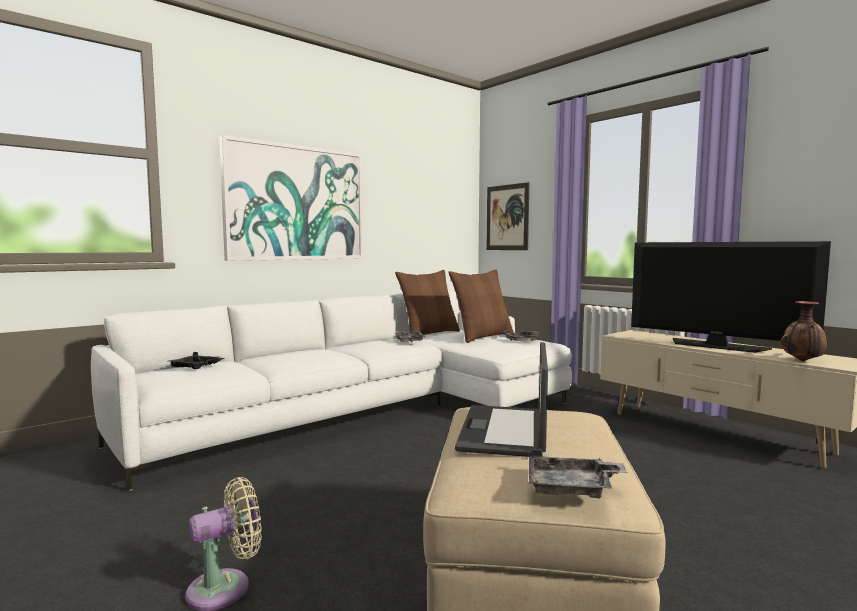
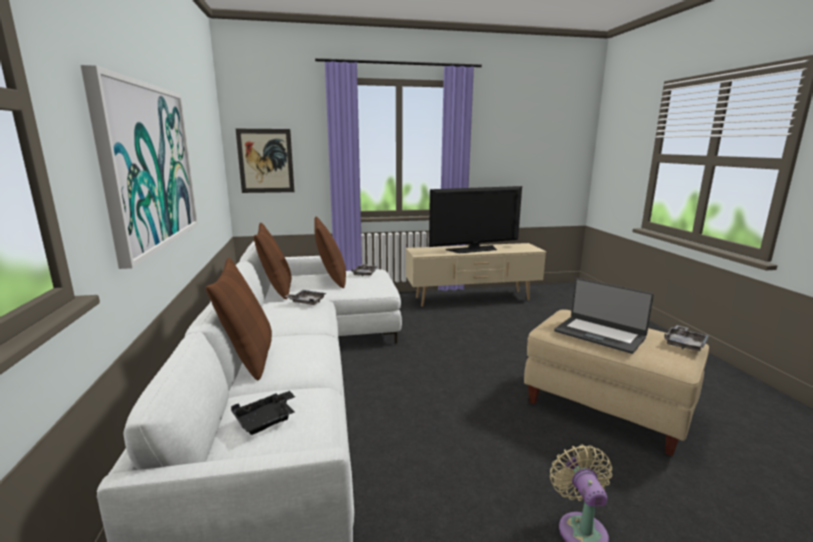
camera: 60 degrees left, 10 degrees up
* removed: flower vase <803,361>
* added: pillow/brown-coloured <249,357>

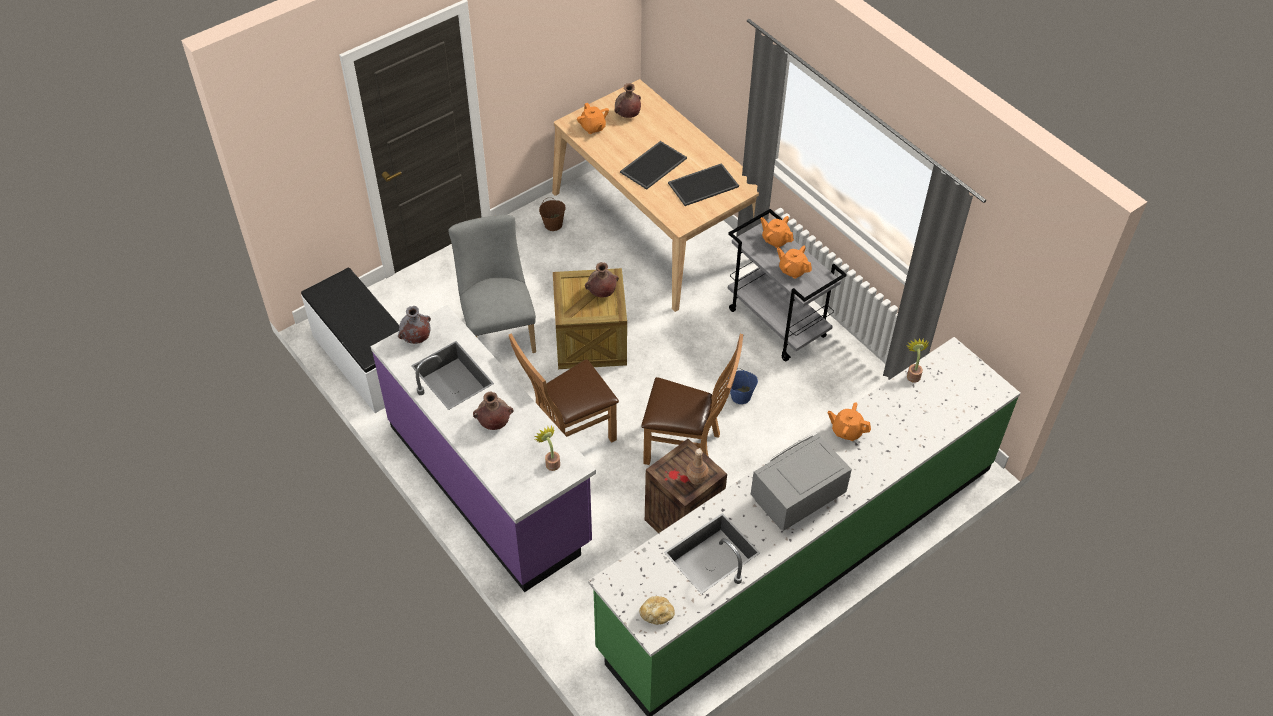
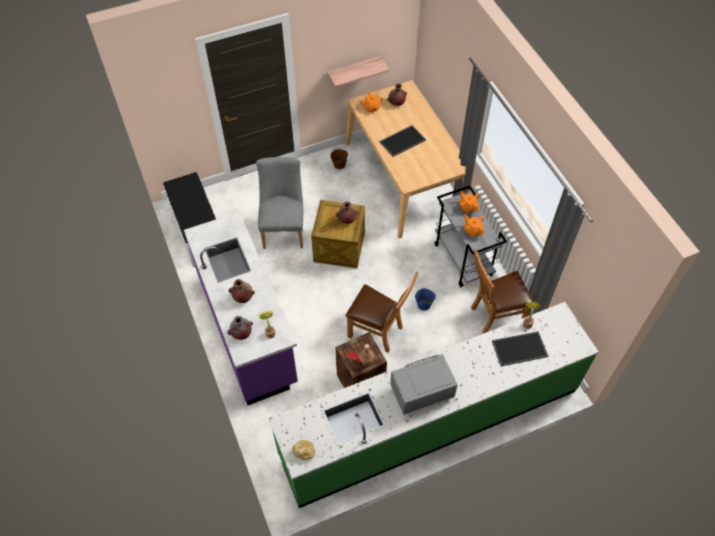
camera: 15 degrees right, 5 degrees up
* moved: carrying tray <703,184> to <520,348>
* moved: flower vase/greyish <416,338> to <241,333>
* moved: upright chair/brown-coloured <568,435> to <494,316>
* removed: teapot/orange-coloured <847,431>
* added: wall shelf <353,71>

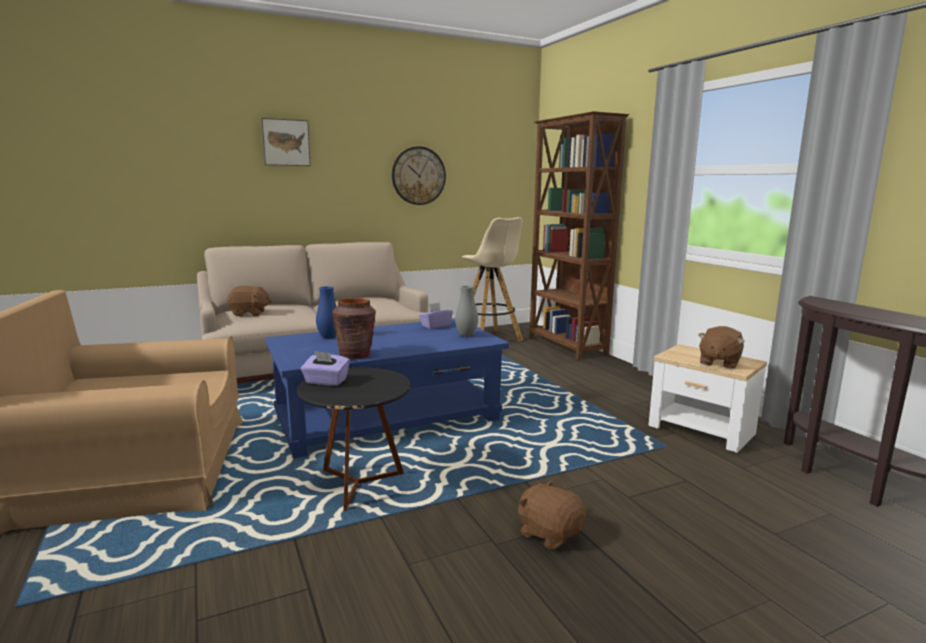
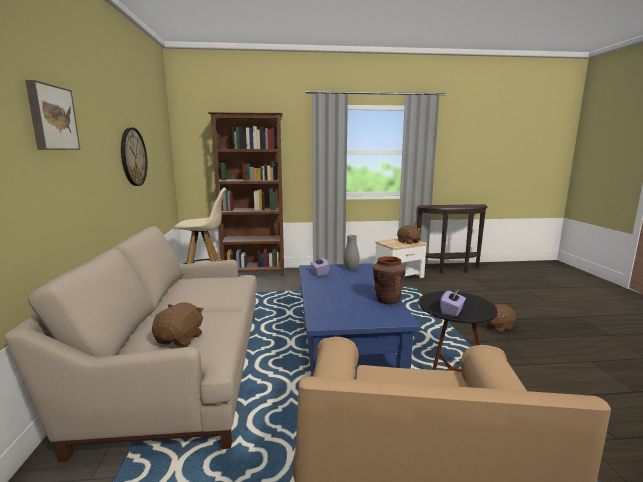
camera: 70 degrees left, 0 degrees up
* removed: flower vase/bluish <328,337>

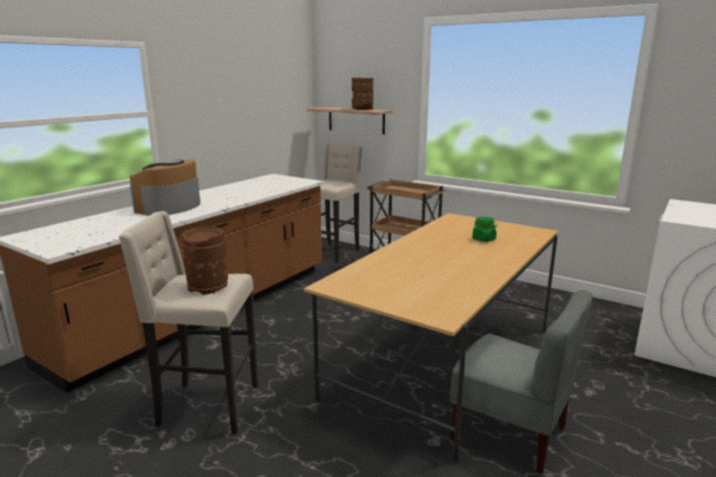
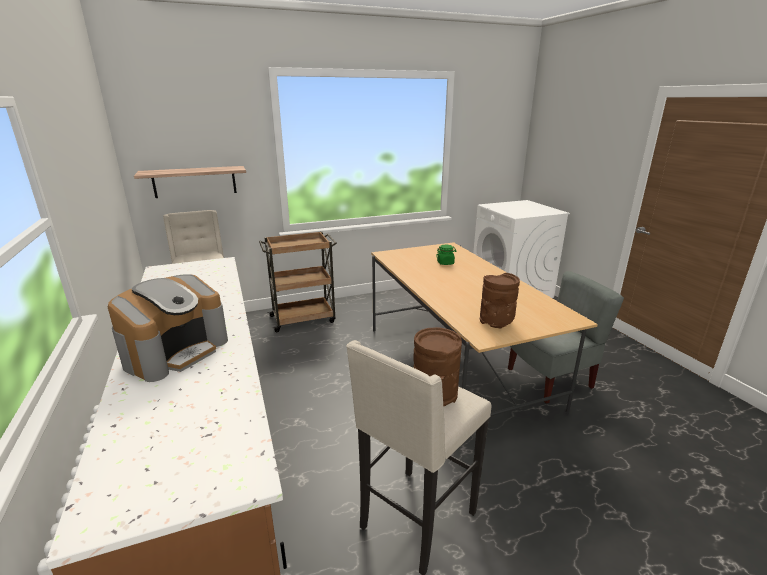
camera: 55 degrees left, 5 degrees up
* moved: flower vase/brown-coloured <362,109> to <496,322>
* turned: coffee brewer <169,207> = <176,351> 120 degrees counterclockwise

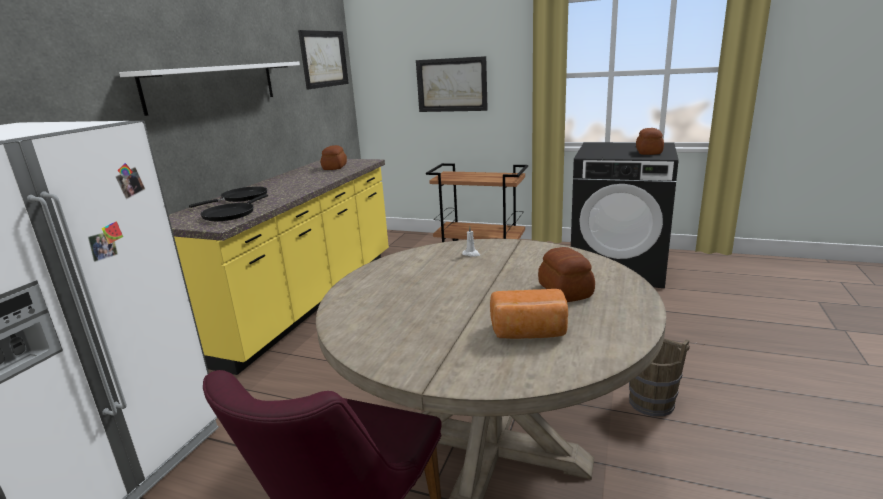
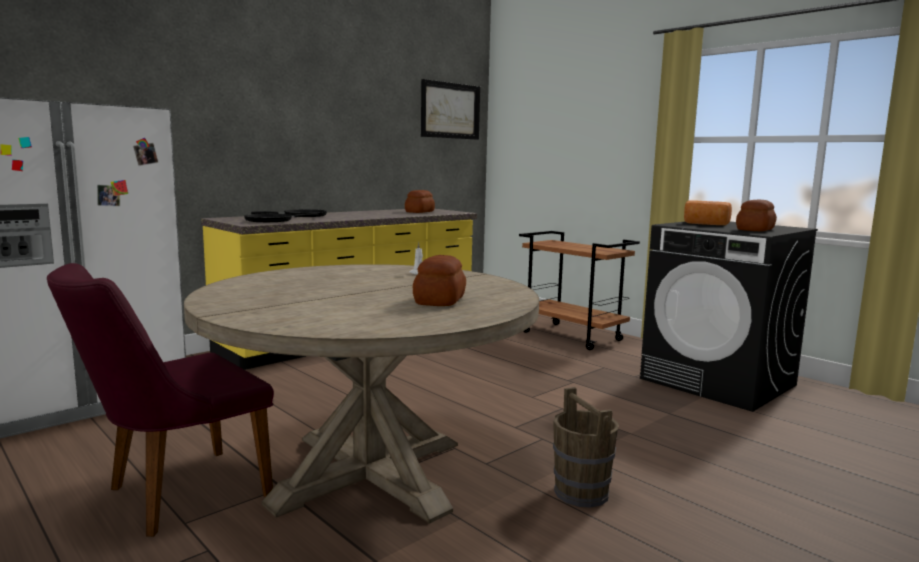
camera: 25 degrees right, 10 degrees down
* removed: wall art <451,85>
* removed: wall shelf/white-coloured <213,86>
* moved: baked bread <529,333> to <705,224>

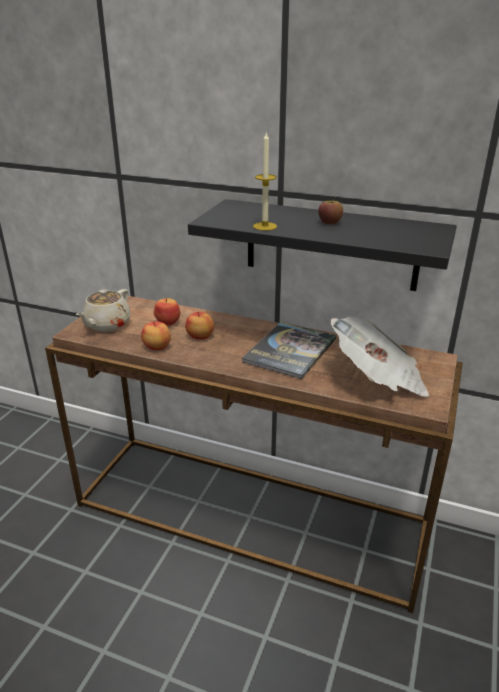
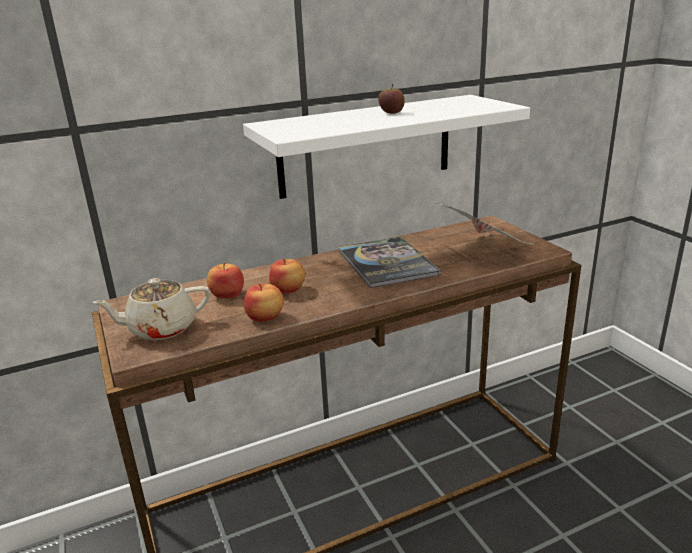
camera: 45 degrees left, 5 degrees down
* removed: wax candle <265,226>
* recoloured: wall shelf/black-coloured <330,245> to wall shelf/white-coloured <366,146>
* turned: teapot/beige <106,324> = <161,328> 90 degrees clockwise

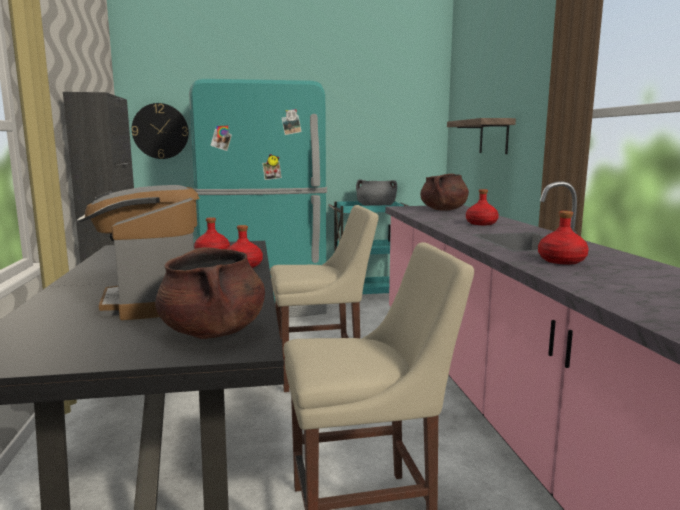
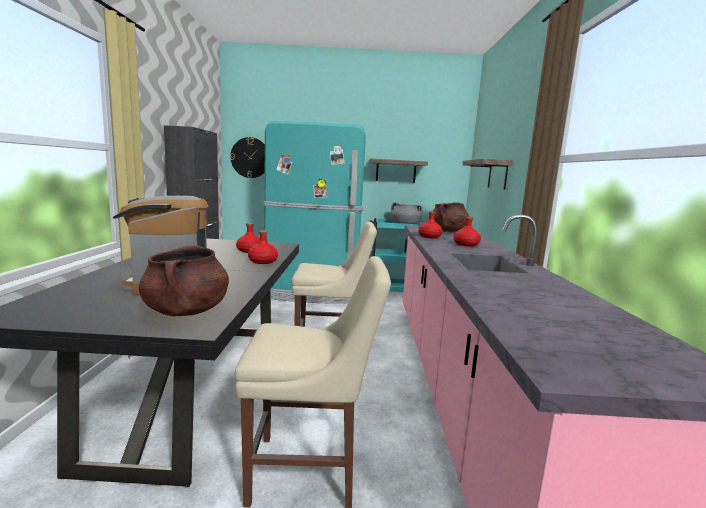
camera: 10 degrees right, 0 degrees up
* moved: beverage bottle/red <561,261> to <429,237>
* added: wall shelf <396,171>

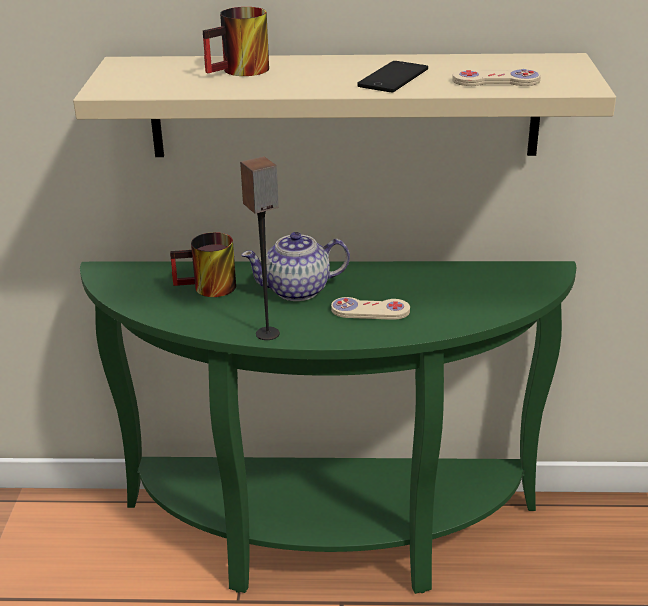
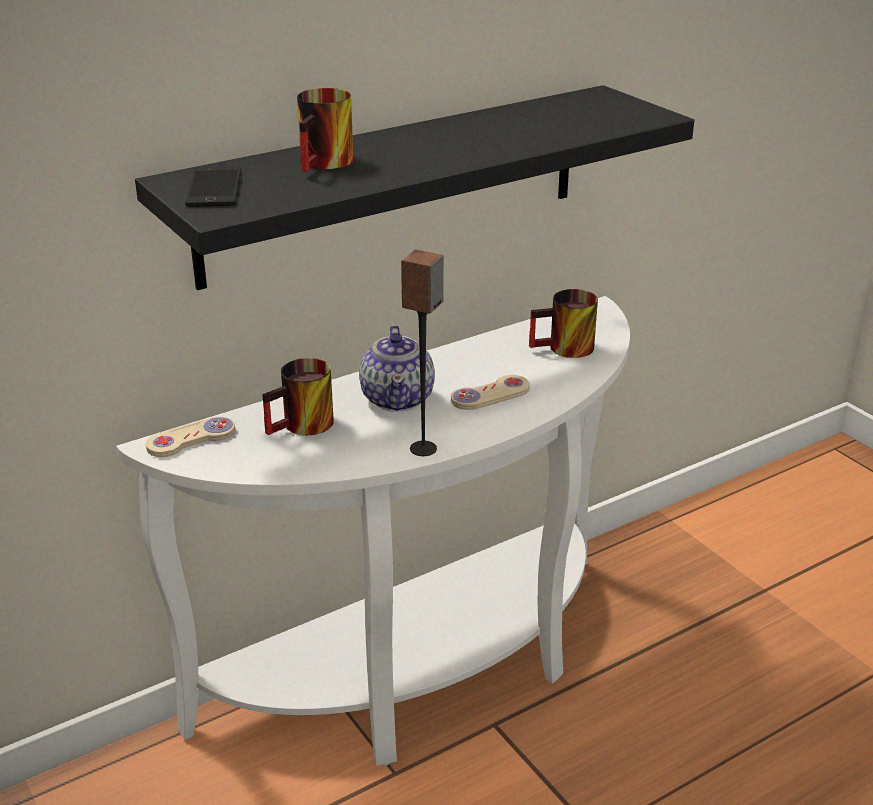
camera: 35 degrees left, 0 degrees up
* recoloured: wall shelf/beige <344,106> to wall shelf/black-coloured <394,184>
* moved: phone <393,78> to <214,188>
* moved: joypad/beige <495,81> to <191,439>
* turned: teapot <298,290> = <398,398> 45 degrees counterclockwise
* recoloured: console table/green <329,540> to console table/white-coloured <429,673>
* added: tea mug <565,350>

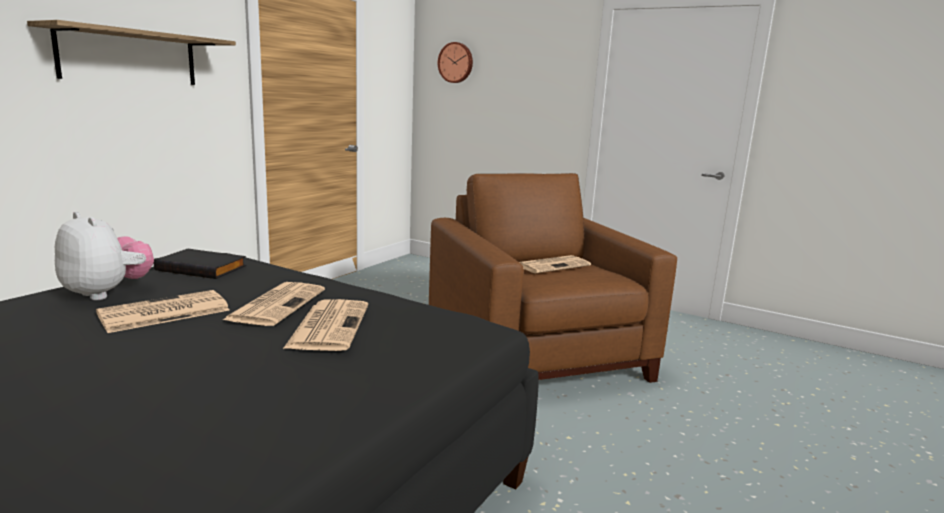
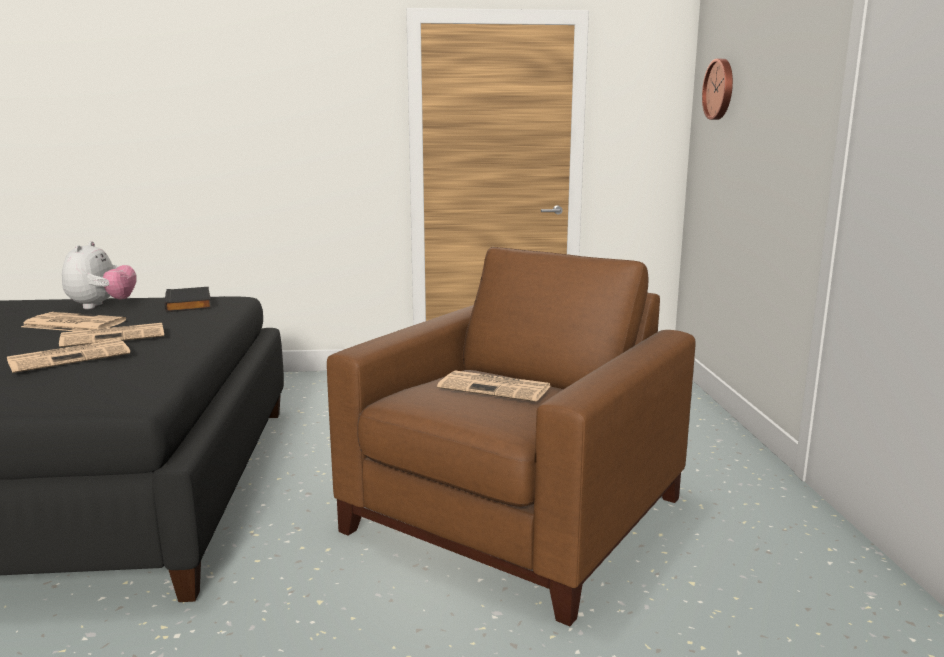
camera: 55 degrees right, 0 degrees up
* removed: wall shelf <129,57>

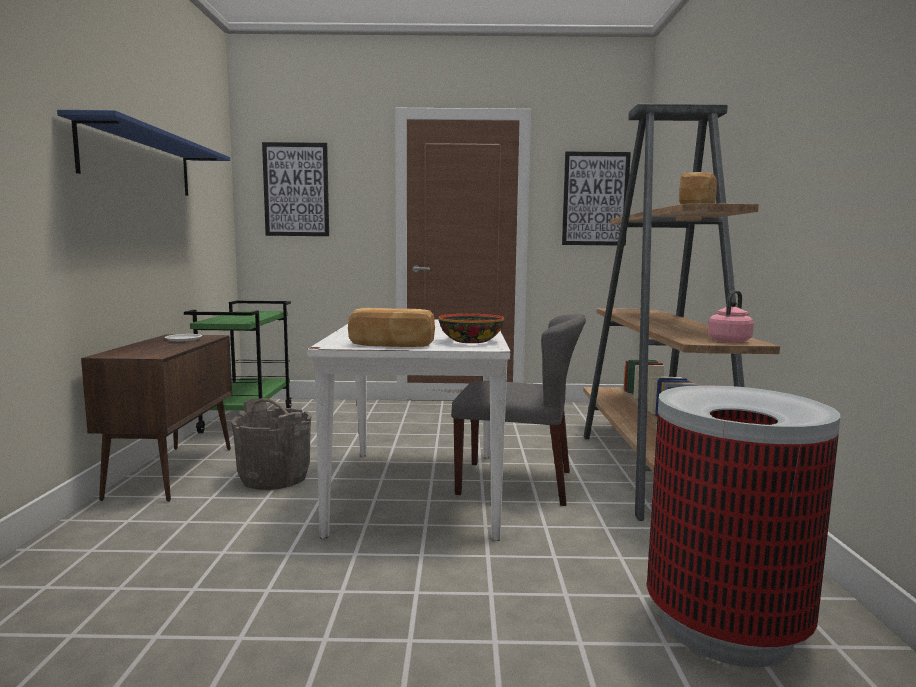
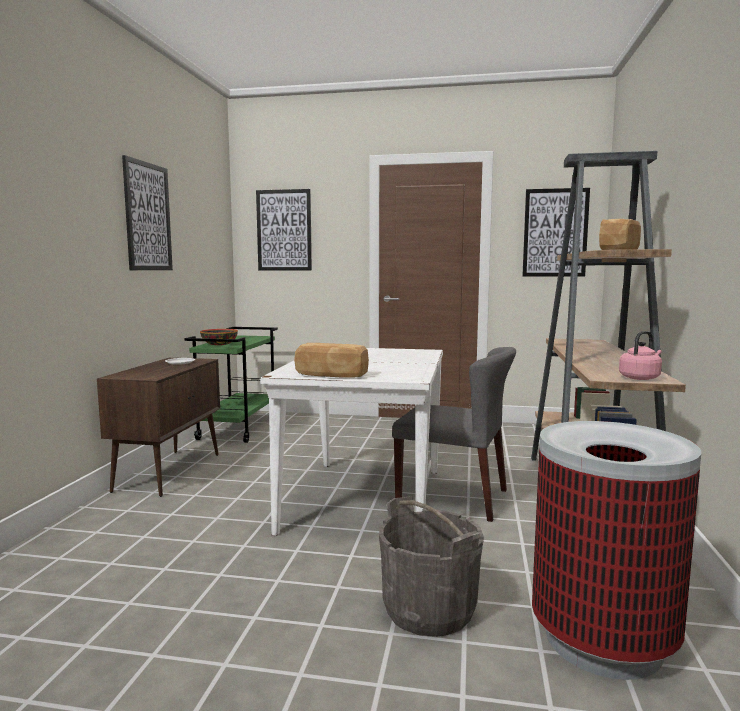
camera: 10 degrees right, 0 degrees up
* replaced: wall shelf/bluish <139,162> to wall art <147,217>
* moved: bowl <470,341> to <219,344>
* moved: bucket/greyish <274,477> to <429,609>

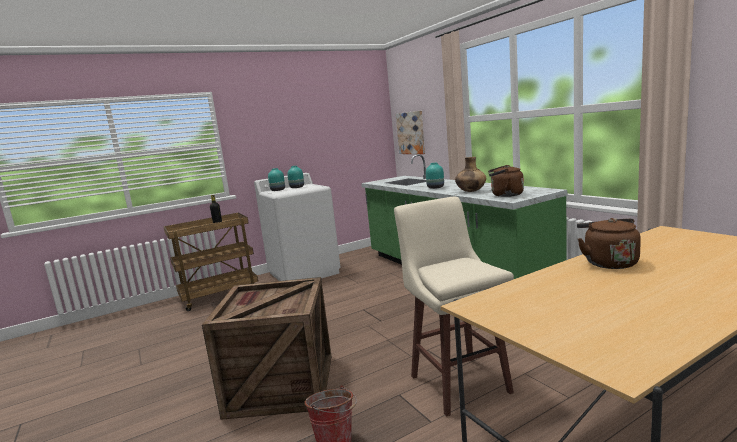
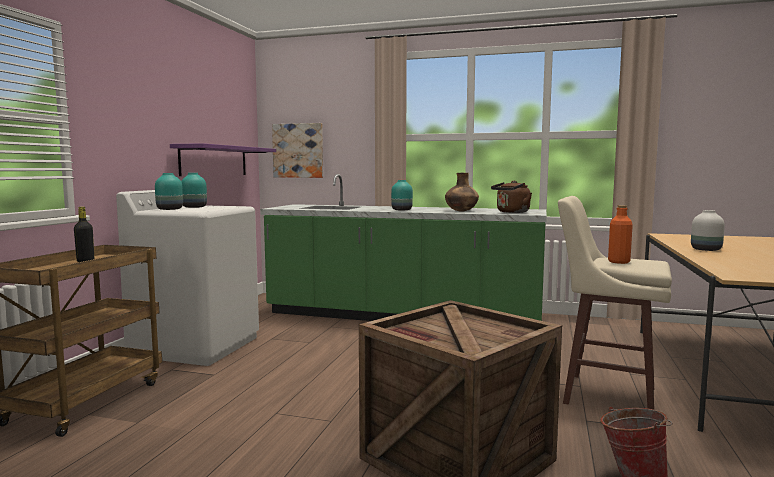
camera: 45 degrees left, 5 degrees down
* replaced: tea kettle/brown-coloured <608,263> to flower vase/white-coloured <705,250>
* added: wall shelf/purple <214,161>
* added: beverage bottle/orange-coloured <619,262>

